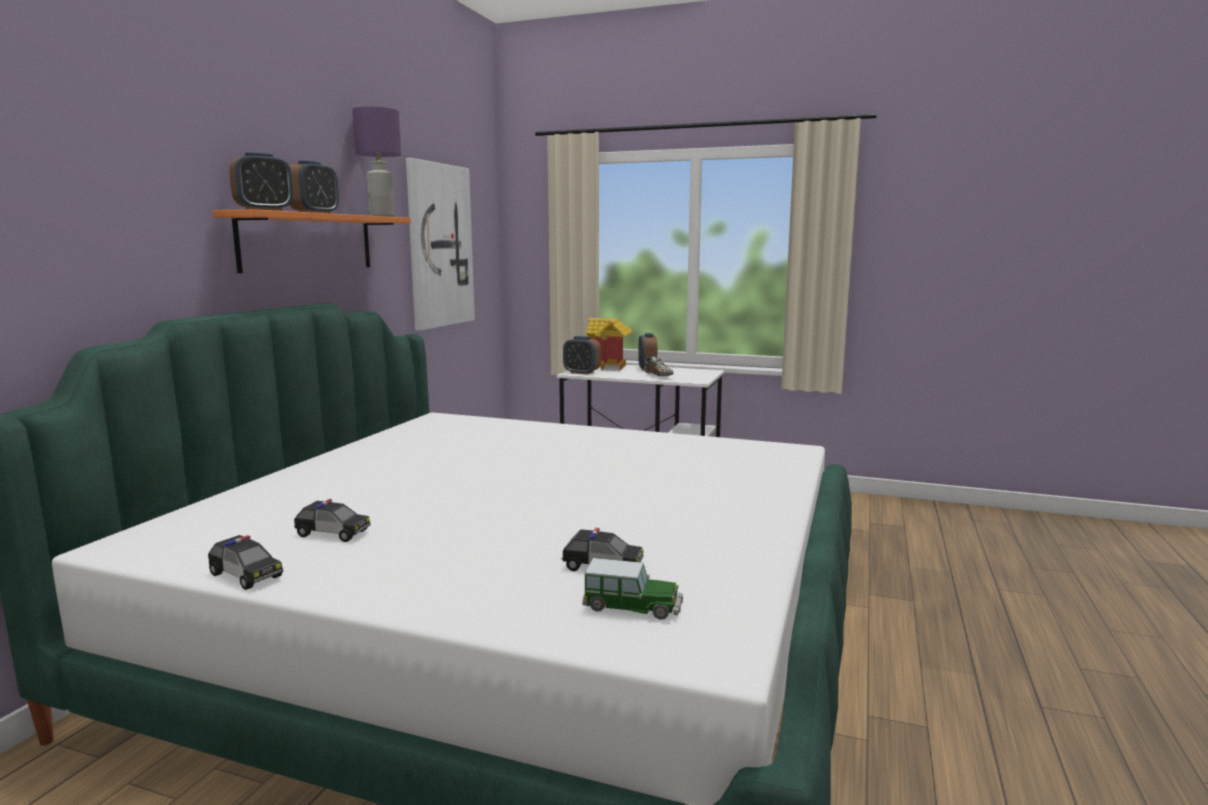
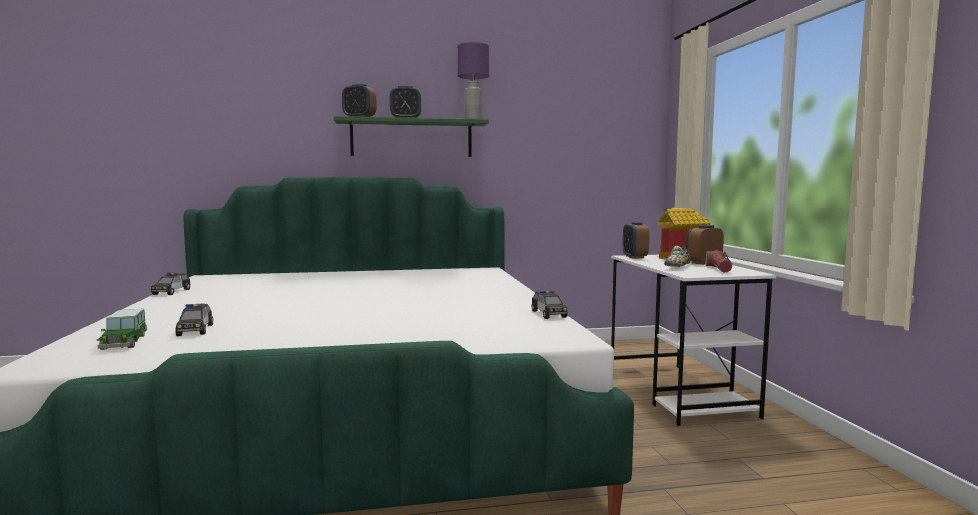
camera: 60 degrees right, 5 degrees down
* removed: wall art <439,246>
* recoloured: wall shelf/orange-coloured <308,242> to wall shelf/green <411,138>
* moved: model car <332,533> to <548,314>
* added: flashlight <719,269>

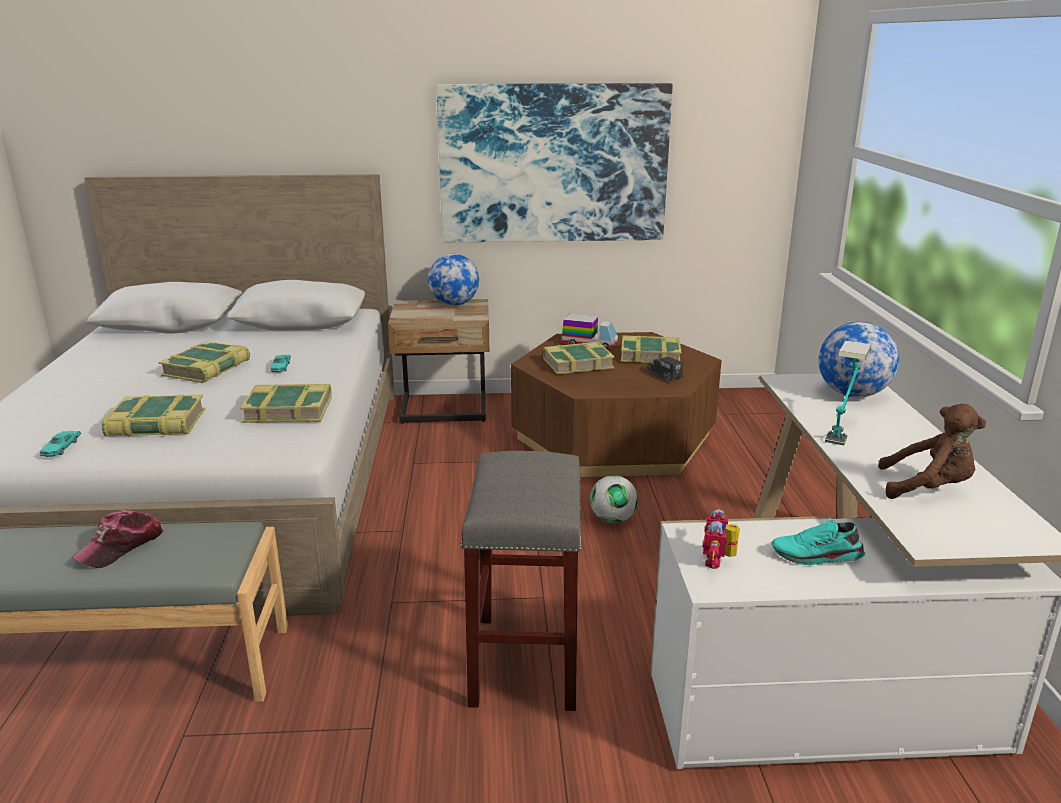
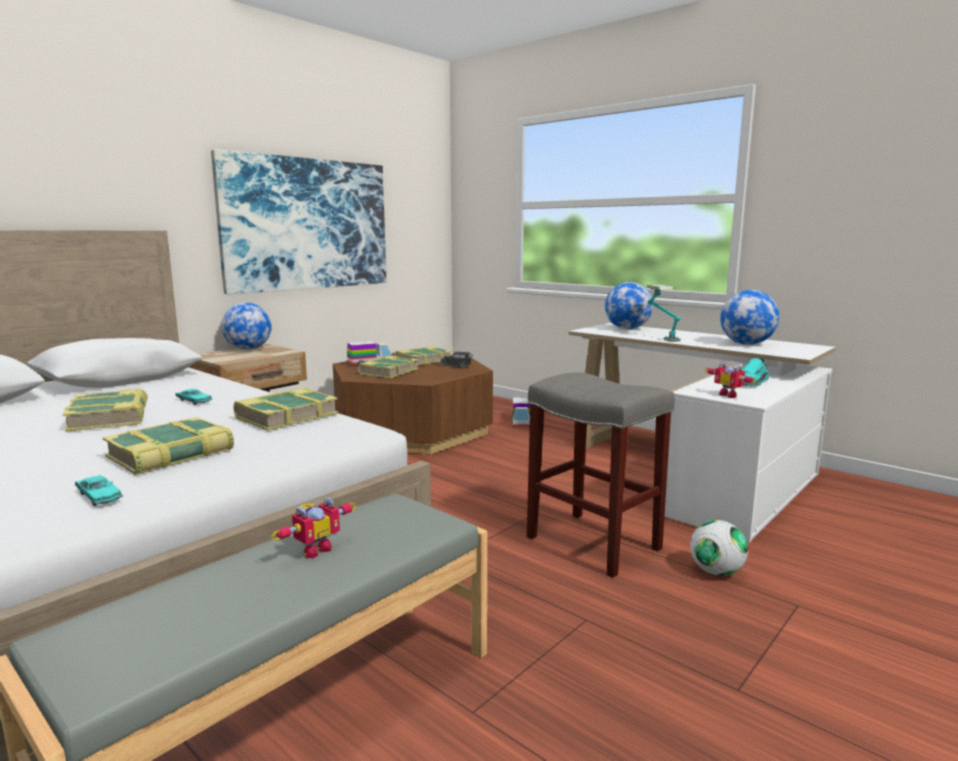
camera: 45 degrees left, 10 degrees down
* replaced: soft toy/brown-coloured <928,488> to desk globe <746,344>
* moved: football <613,519> to <716,572>
* replaced: baseball cap <120,546> to toy robot <314,549>
* added: toy truck <521,422>

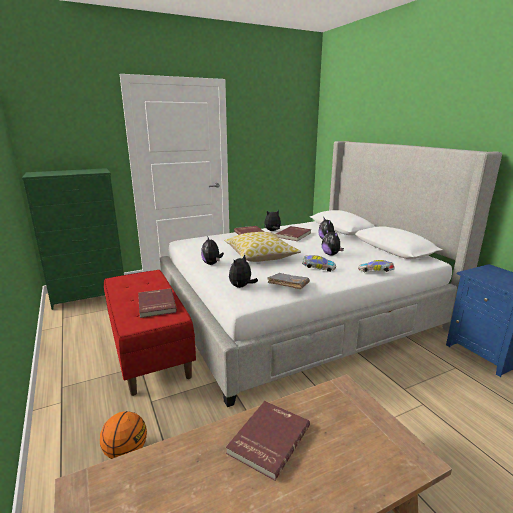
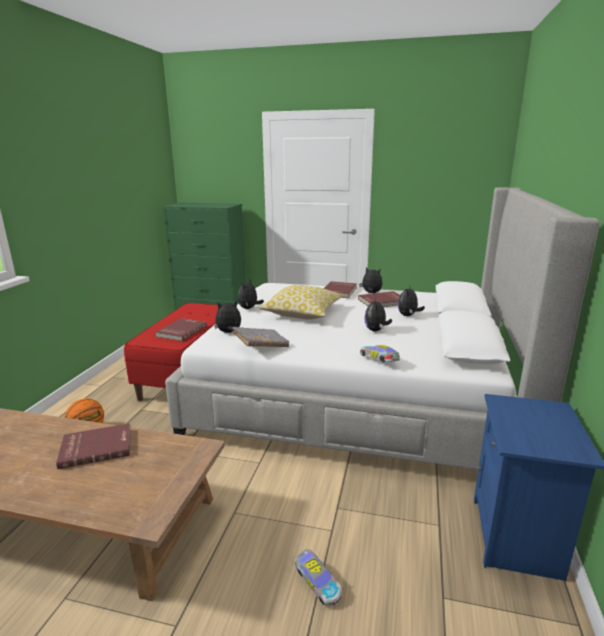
camera: 40 degrees right, 0 degrees up
* moved: model car <318,268> to <317,583>

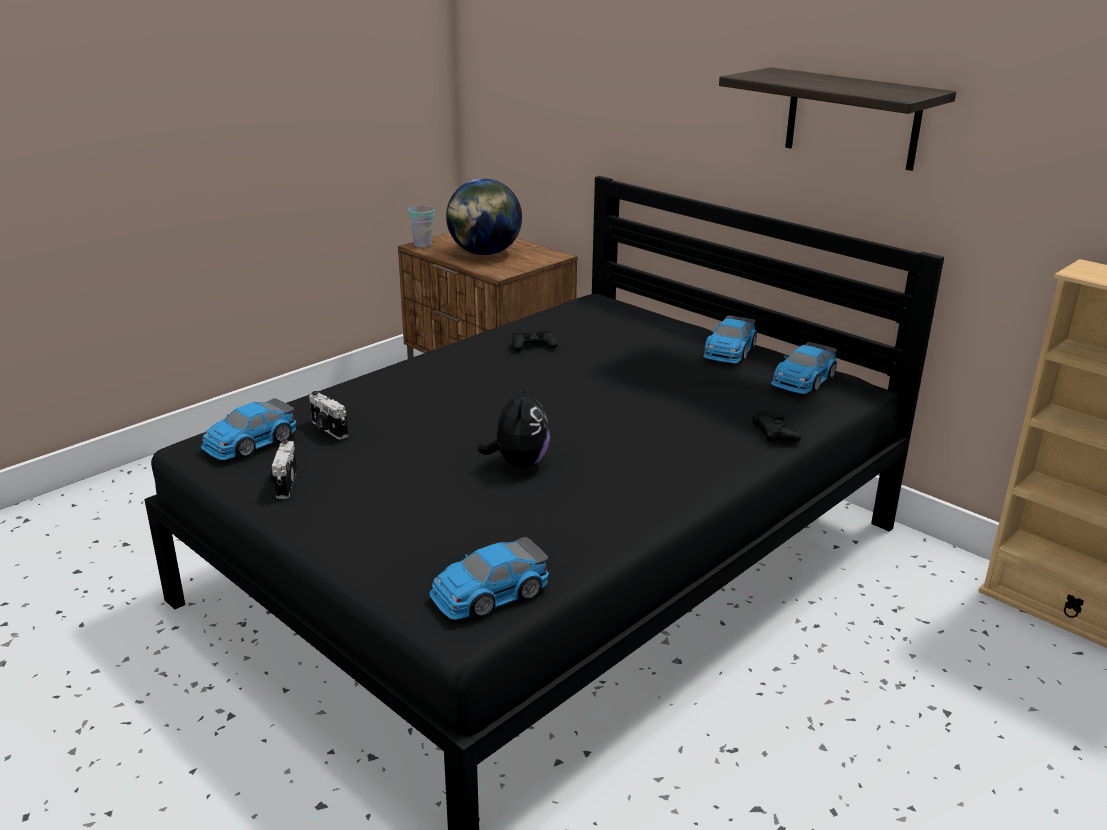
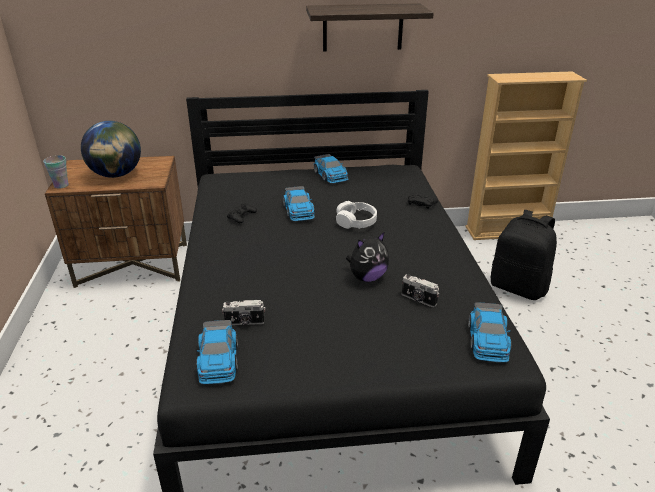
camera: 50 degrees left, 5 degrees up
* moved: model car <803,380> to <299,211>
* turned: soft toy <518,463> = <367,277> 105 degrees clockwise
* moved: still camera <284,484> to <418,300>
* added: headphones/white-coloured <356,221>
* added: rucksack/black-coloured <518,287>

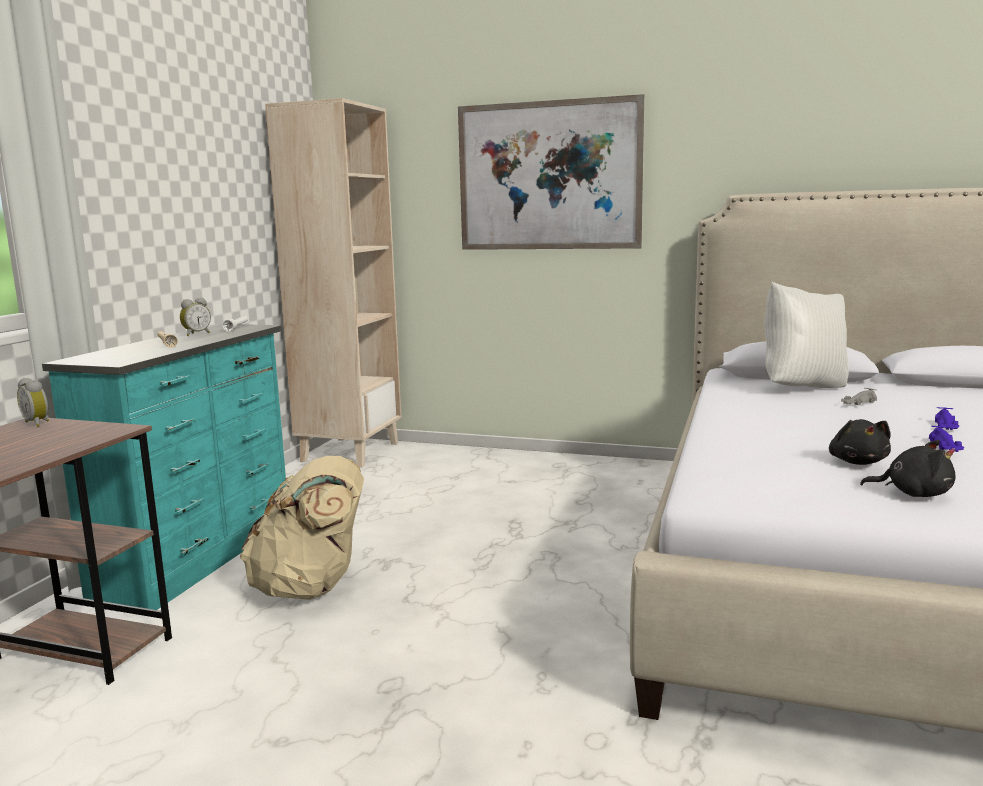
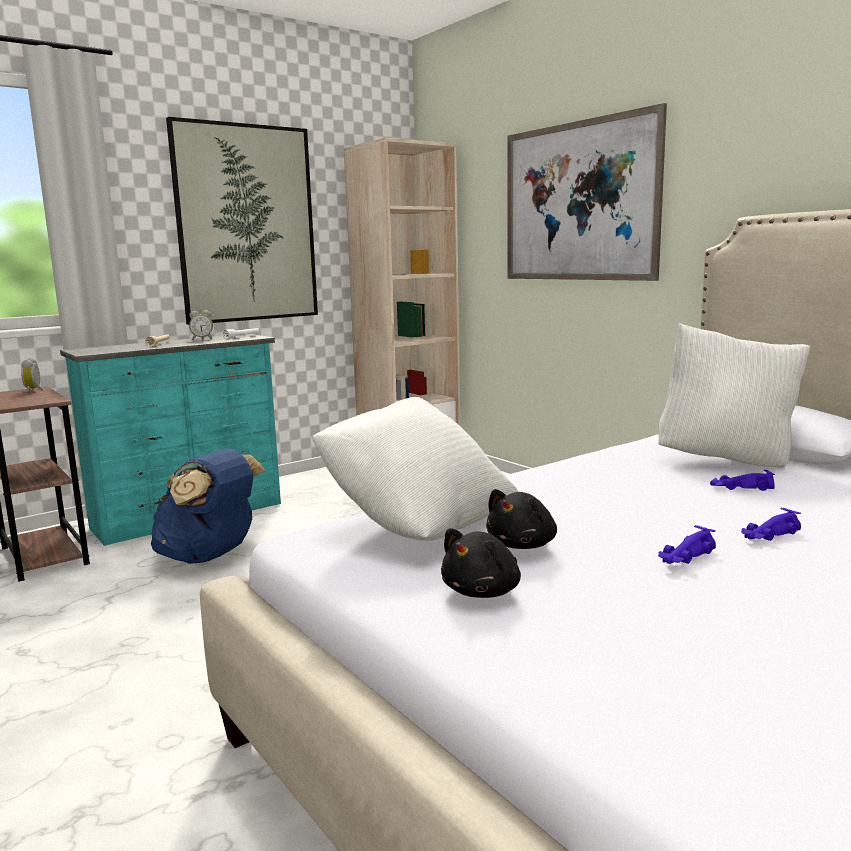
camera: 35 degrees right, 0 degrees up
* recoloured: model car/greyish <857,403> to model car/purple <740,488>
* turned: soft toy/black-coloured <913,494> = <484,591> 75 degrees clockwise
* recoloured: rucksack/beige <311,587> to rucksack/bluish <210,556>
* added: wall art <246,224>
* added: pillow/white-coloured <418,522>

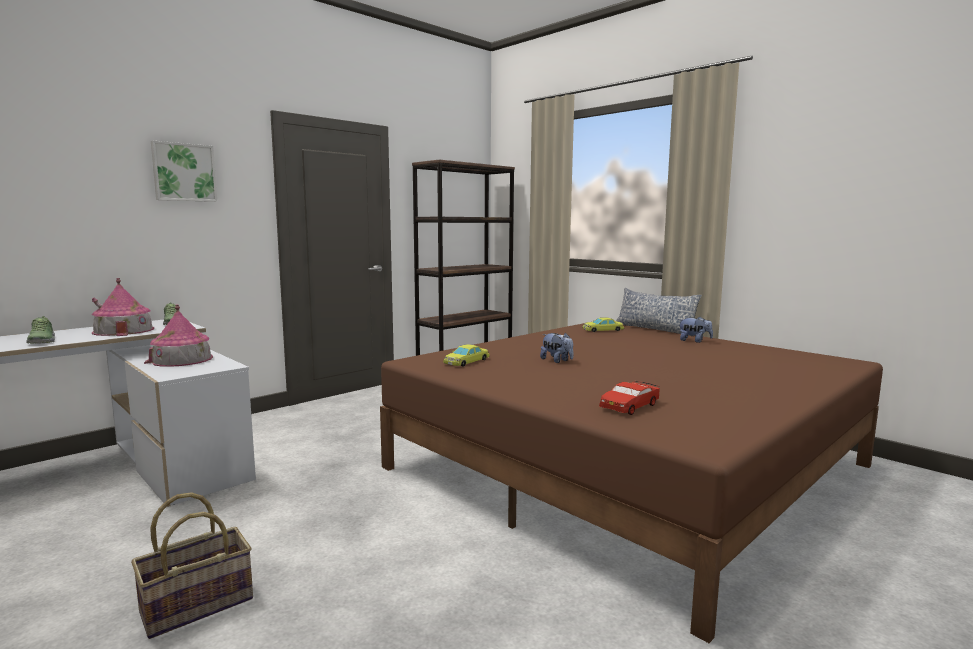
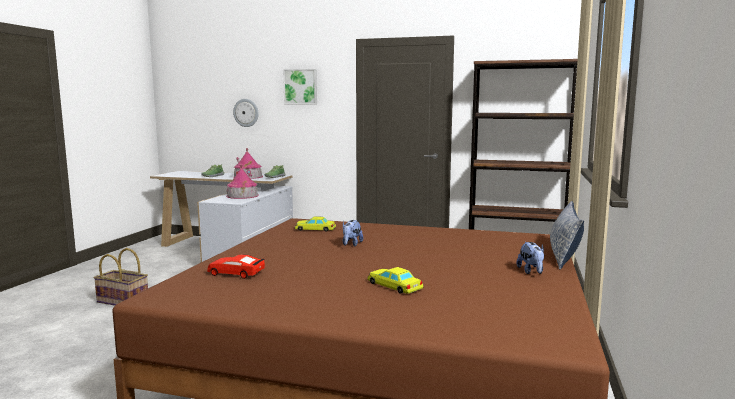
camera: 60 degrees right, 0 degrees up
* moved: model car/yellow-coloured <602,330> to <394,285>
* added: clock on the wall <246,112>

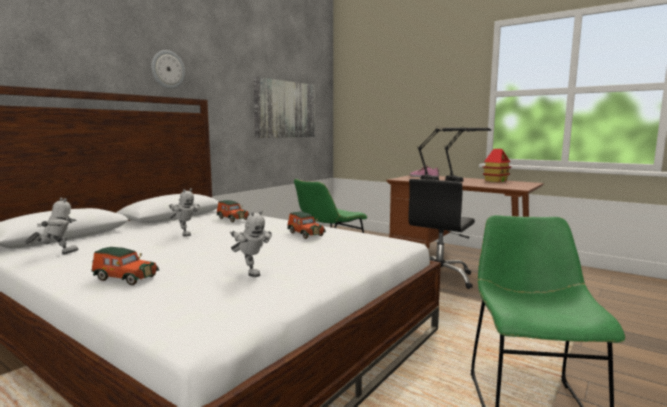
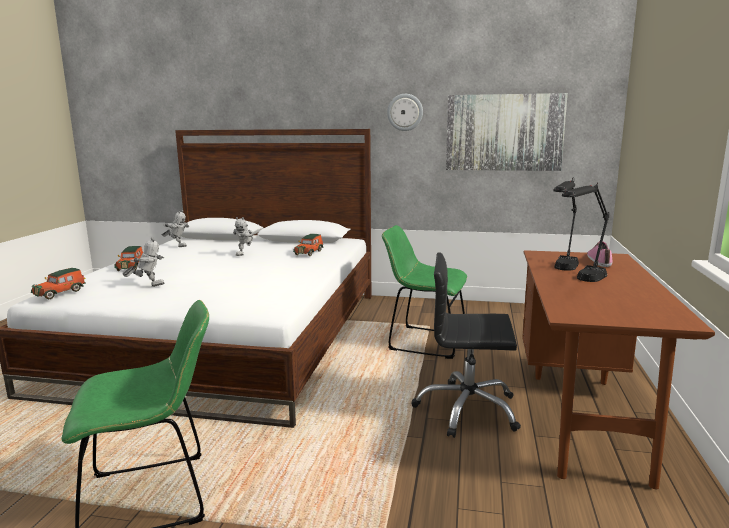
camera: 65 degrees right, 5 degrees up
* moved: clock on the wall <167,69> to <405,112>
* removed: model house <495,181>
* turned: toy robot <250,272> = <148,286> 135 degrees counterclockwise
* moved: model car <305,234> to <61,293>

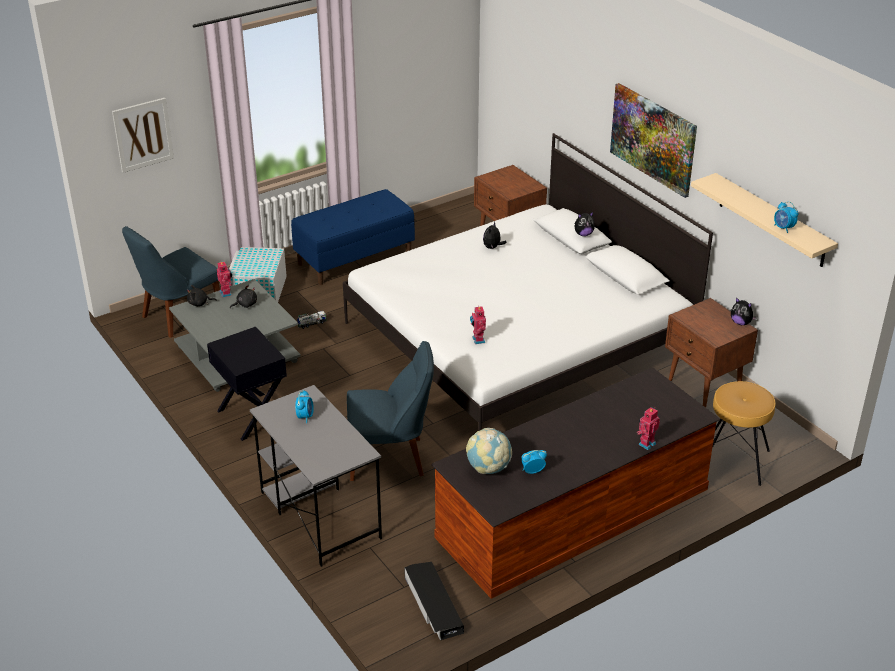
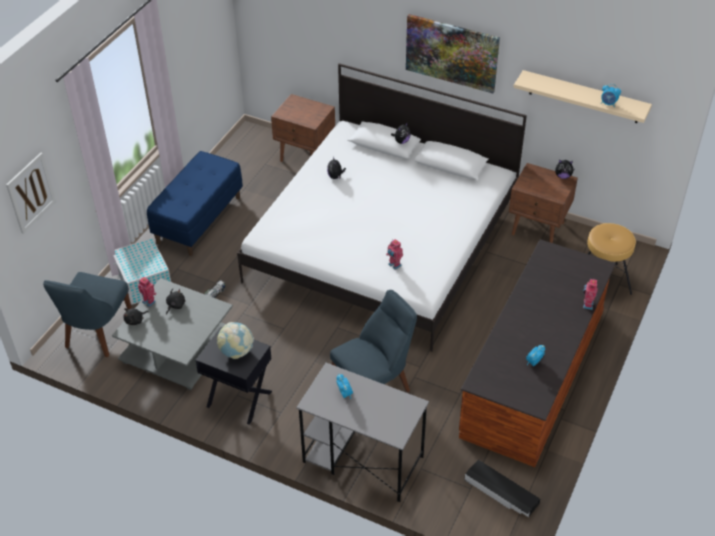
camera: 30 degrees left, 10 degrees up
* moved: desk globe <488,468> to <236,351>

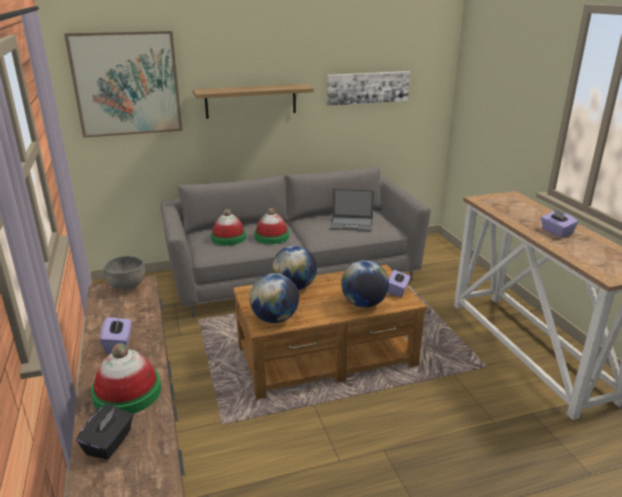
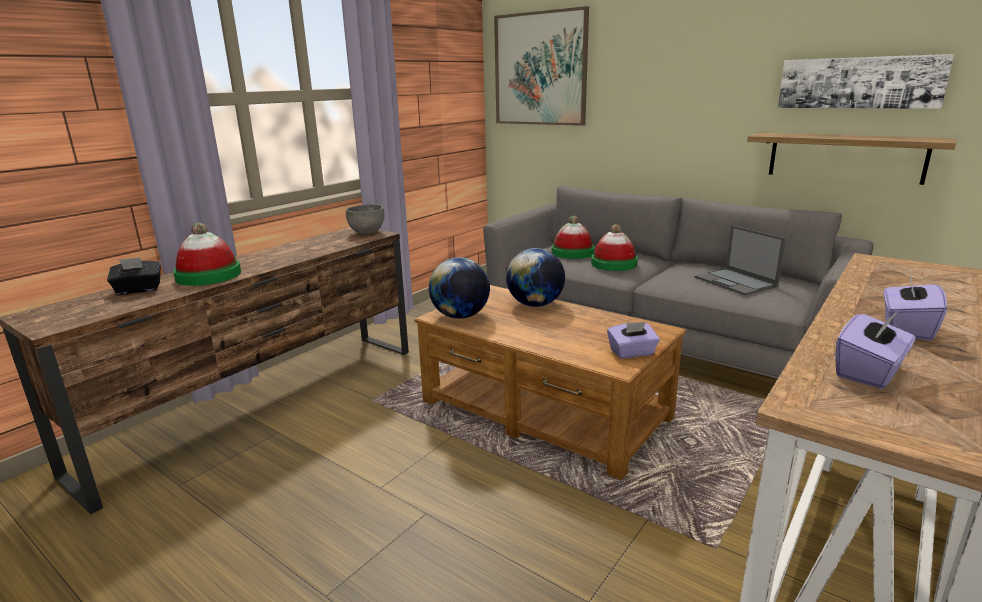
camera: 55 degrees right, 5 degrees down
* moved: wall shelf <251,101> to <845,157>
* removed: desk globe <364,304>
* moved: tissue holder/purple <119,344> to <869,372>

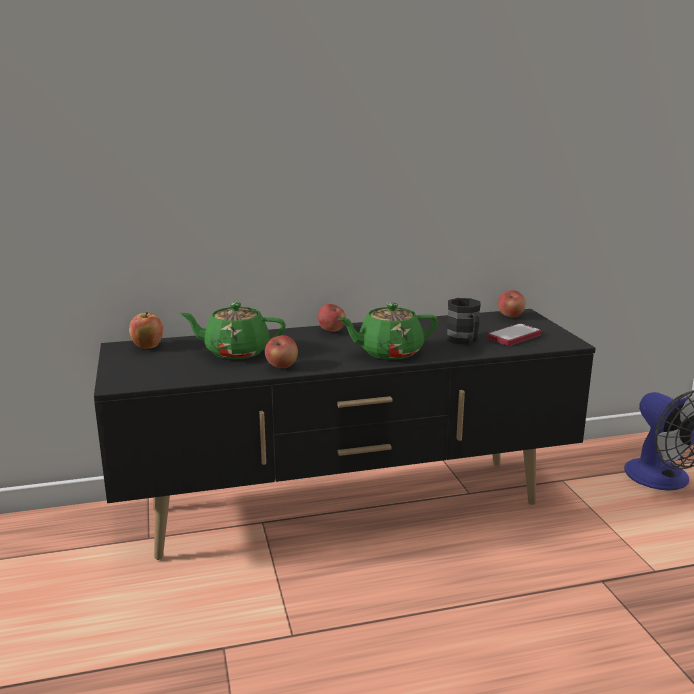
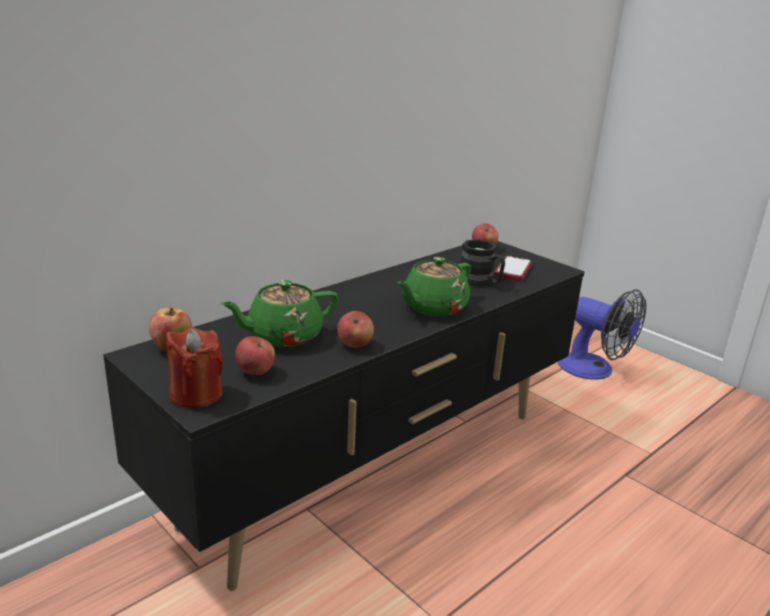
camera: 30 degrees left, 5 degrees up
* moved: apple fruit <331,331> to <255,372>
* added: wax candle/red <196,394>

